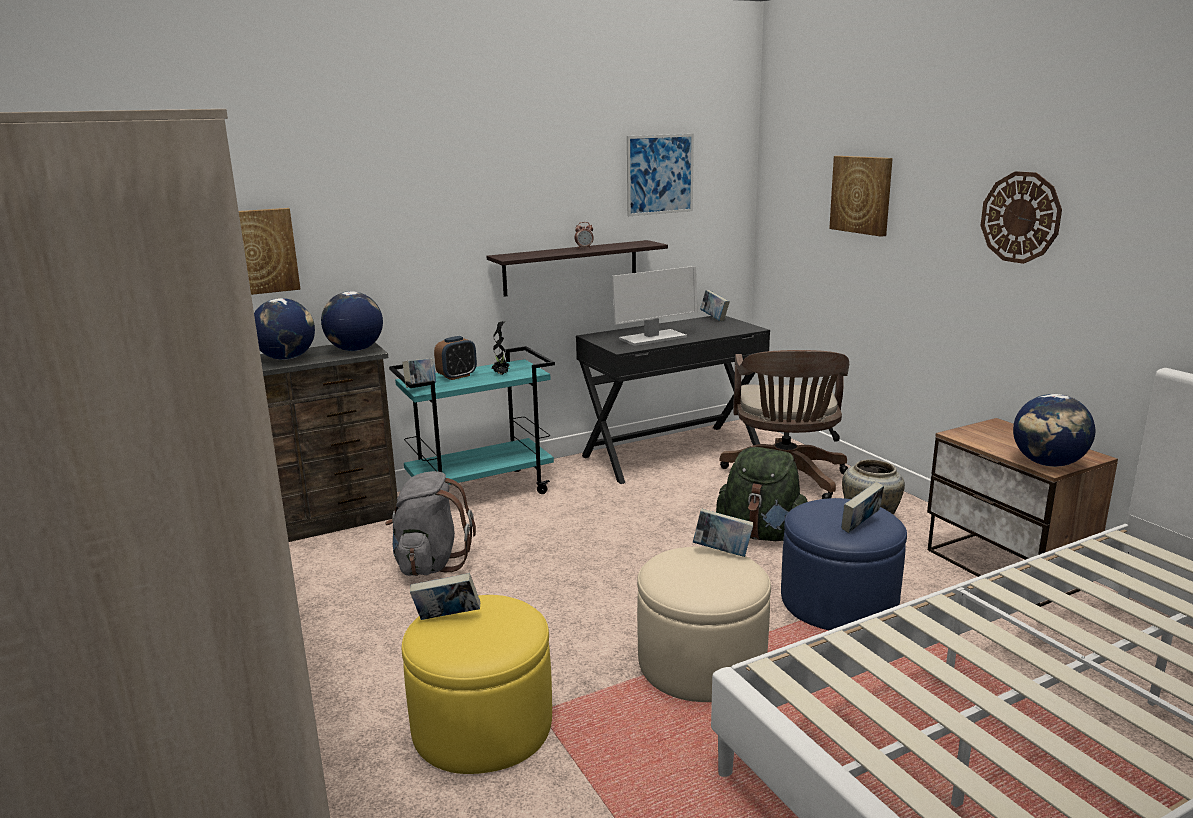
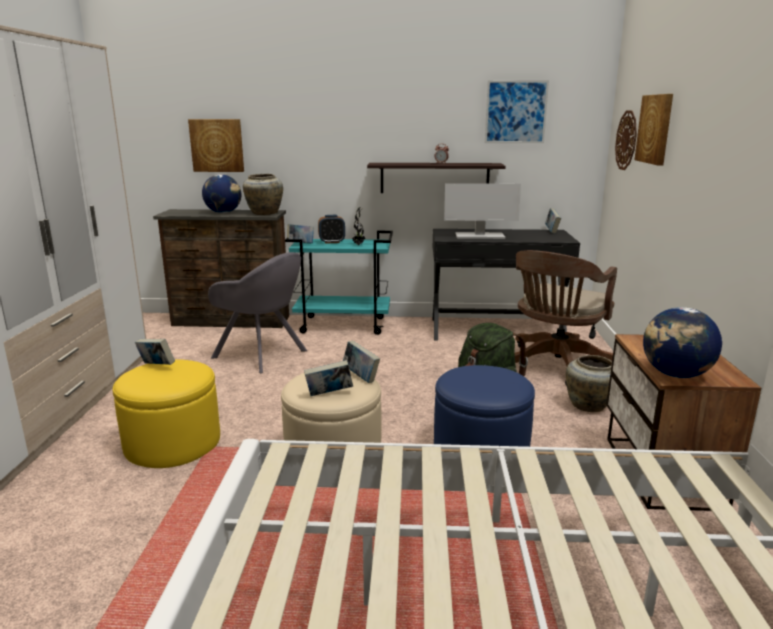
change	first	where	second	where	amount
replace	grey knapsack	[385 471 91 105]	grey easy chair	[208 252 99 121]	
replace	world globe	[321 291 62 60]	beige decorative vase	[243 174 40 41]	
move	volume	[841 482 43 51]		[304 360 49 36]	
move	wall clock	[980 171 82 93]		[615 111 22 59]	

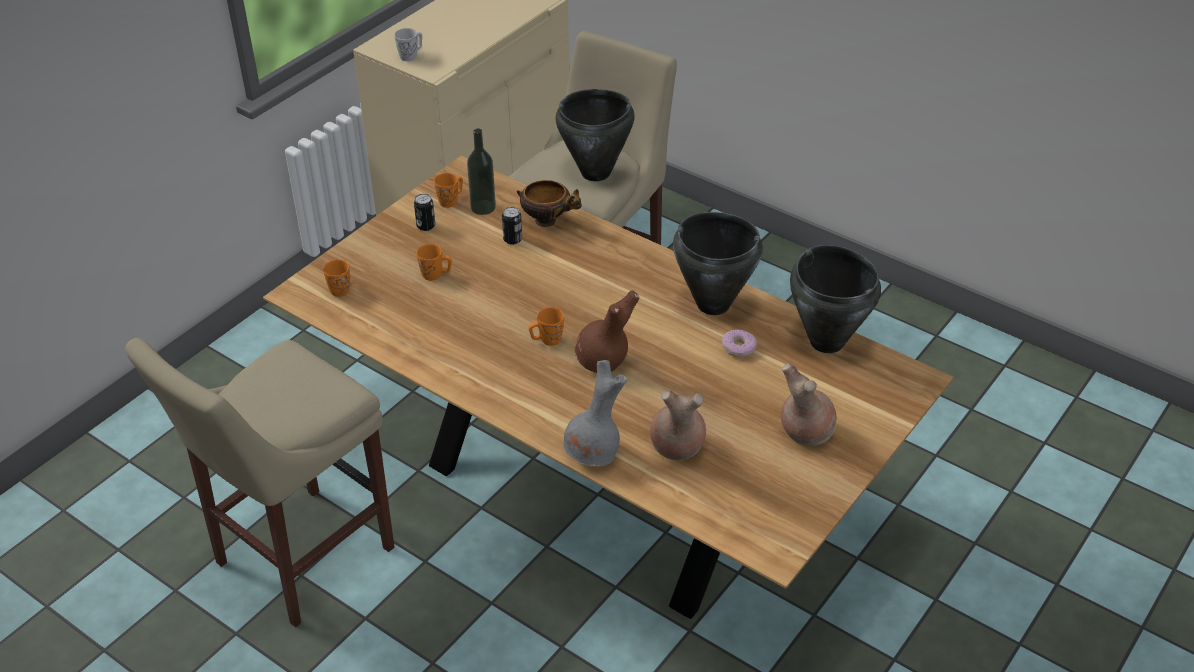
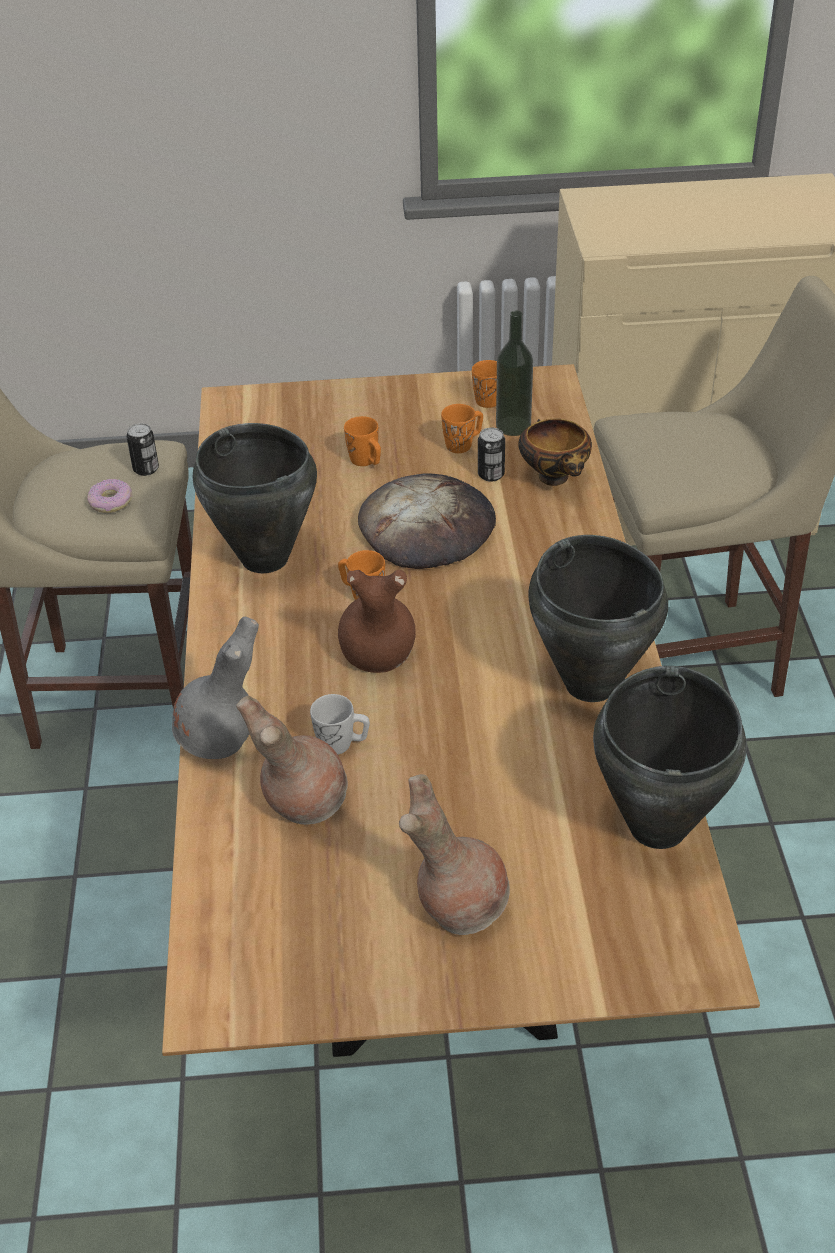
change	first	where	second	where	amount
move	donut	[722 329 35 28]		[87 479 46 34]	
move	can	[414 194 21 37]		[126 423 33 53]	
move	blackish cooking pot	[556 89 79 92]		[193 423 124 150]	
move	white coffee mug	[394 28 28 33]		[310 694 60 60]	
insert			bakery bread	[358 473 138 96]	
move	orange coffee mug	[323 260 27 37]		[441 404 42 49]	

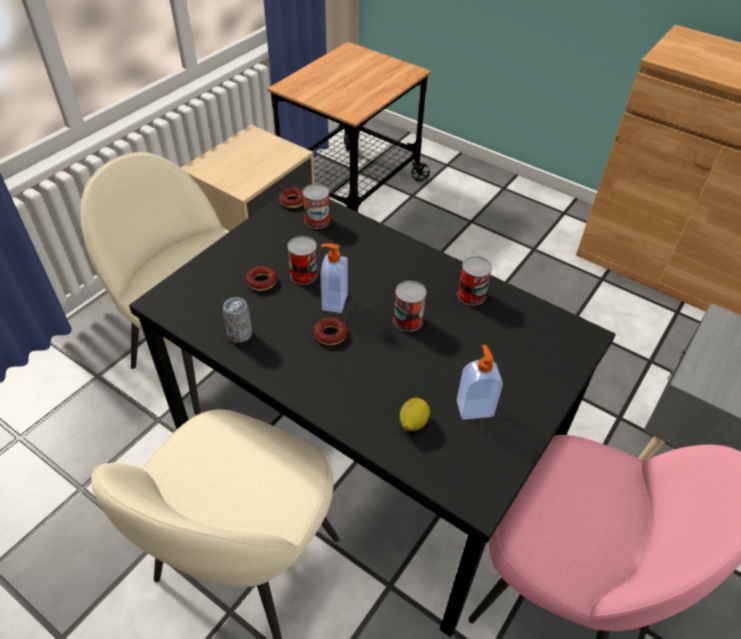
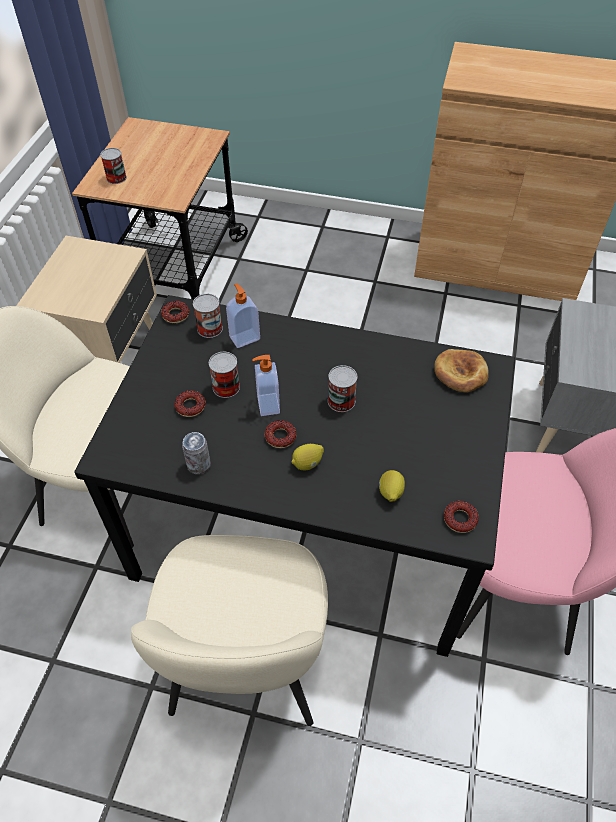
change	first	where	second	where	amount
move	can	[457 256 35 50]		[100 148 27 36]	
move	soap dispenser	[457 345 46 75]		[226 283 34 65]	
insert			lemon	[291 444 33 26]	
insert			bakery bread	[434 349 55 44]	
insert			donut	[444 501 35 32]	

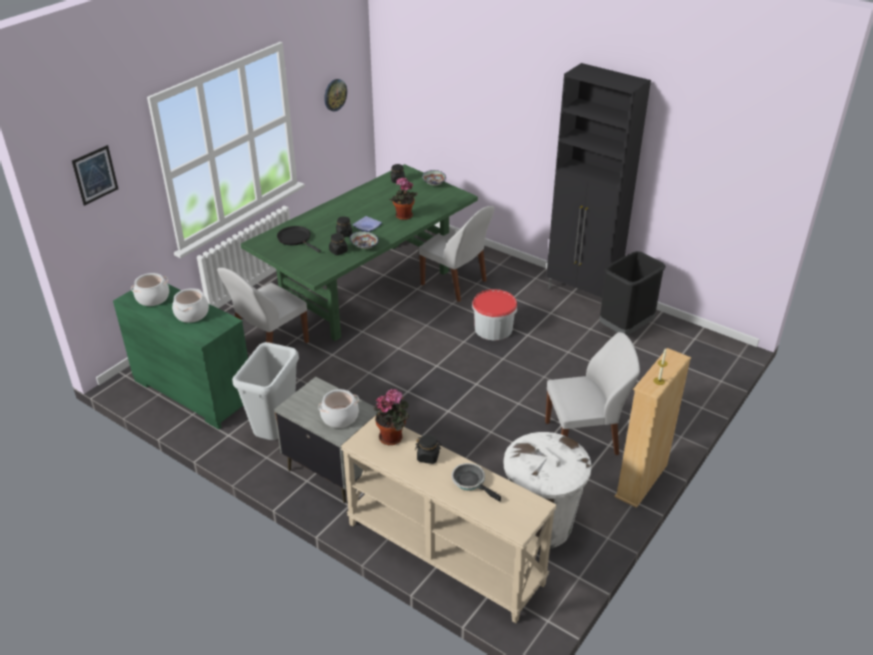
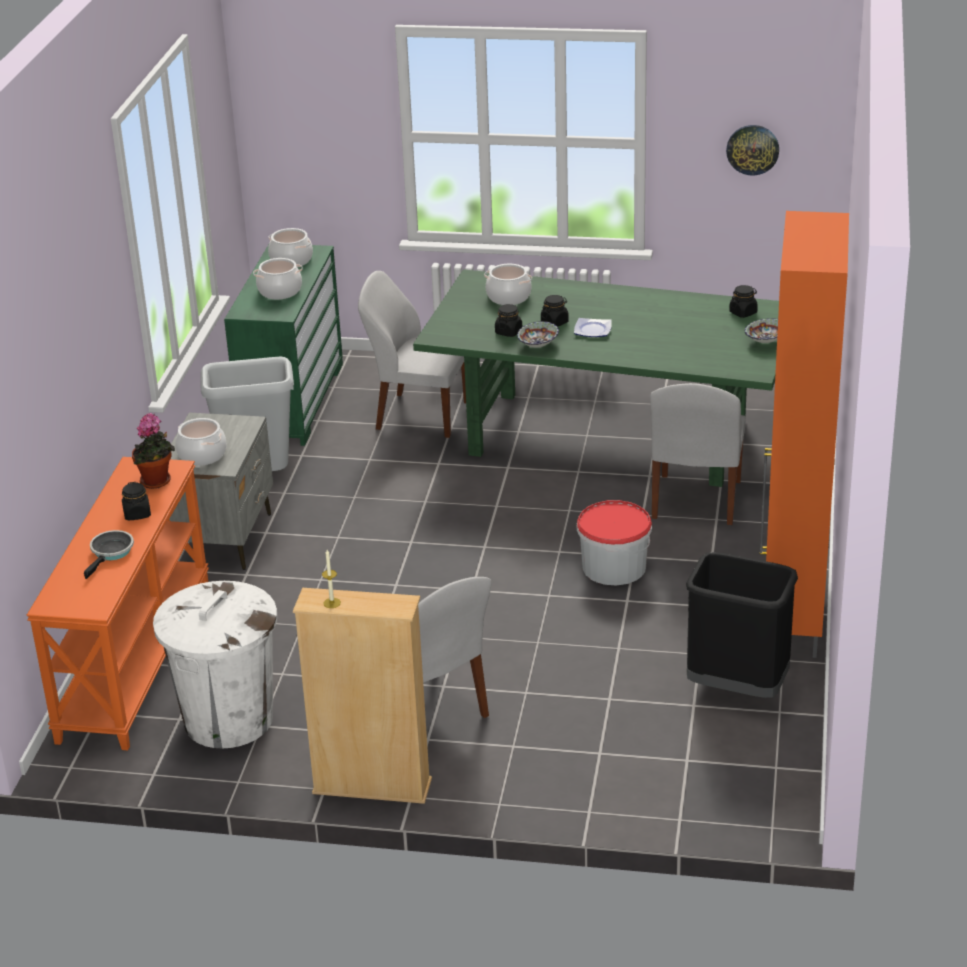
change	first	where	second	where	amount
recolor	beige hall table	[341 415 216 208]	orange hall table	[26 457 183 293]	
replace	blackish frying pan	[277 226 44 27]	cooking pot	[484 264 48 41]	
recolor	blackish cupboard	[546 63 105 235]	orange cupboard	[760 211 89 447]	
delete	wall art	[72 145 46 61]			
delete	plant in a pot	[389 177 29 43]			

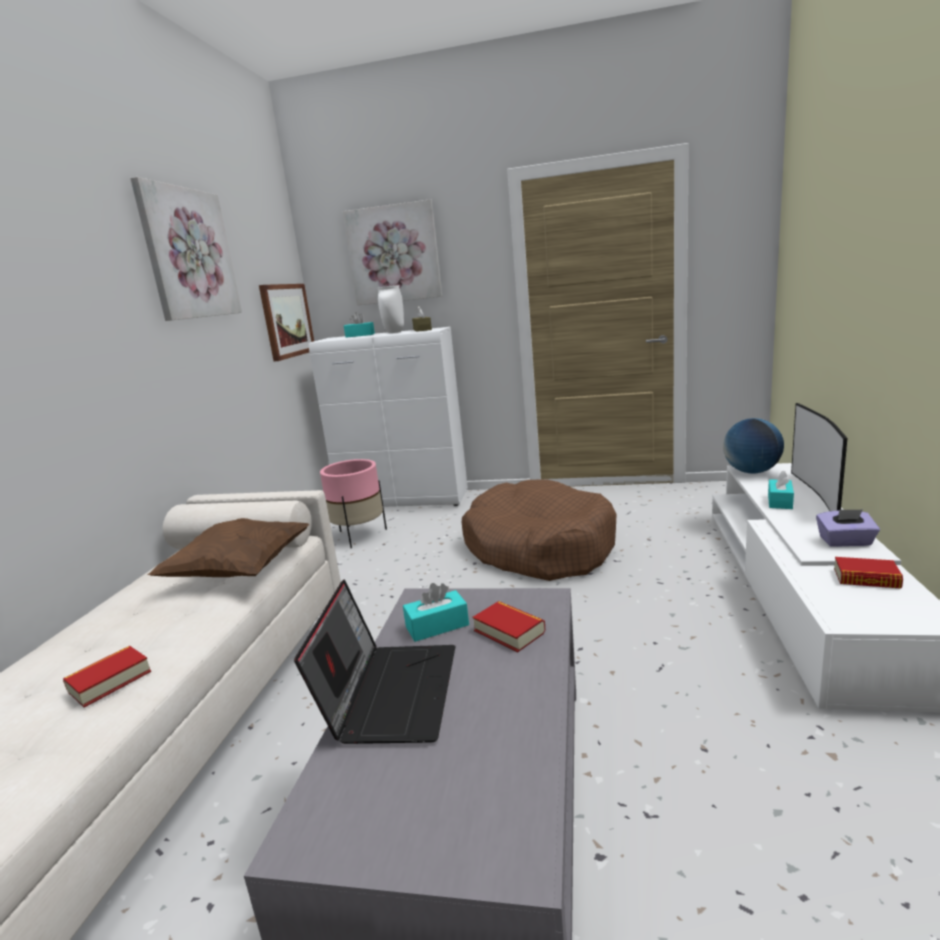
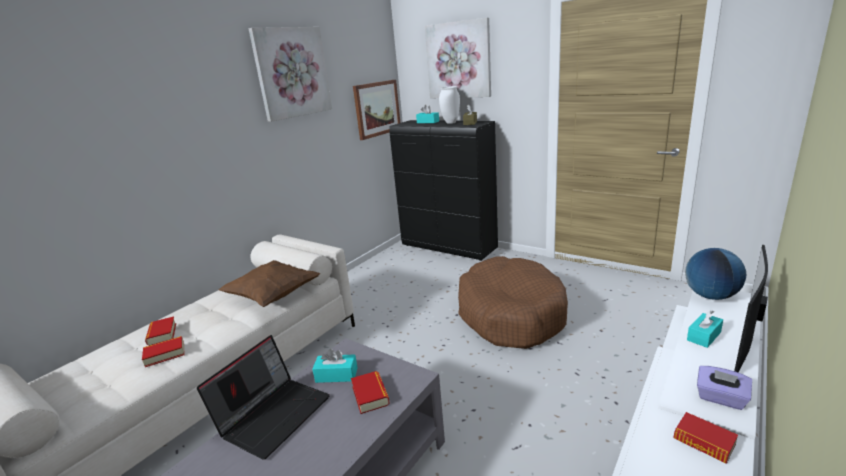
change	first	where	second	where	amount
insert			volume	[145 317 31 29]	
recolor	white cupboard	[309 327 159 180]	blackish cupboard	[389 120 109 141]	
delete	pinkish planter	[320 459 67 89]			

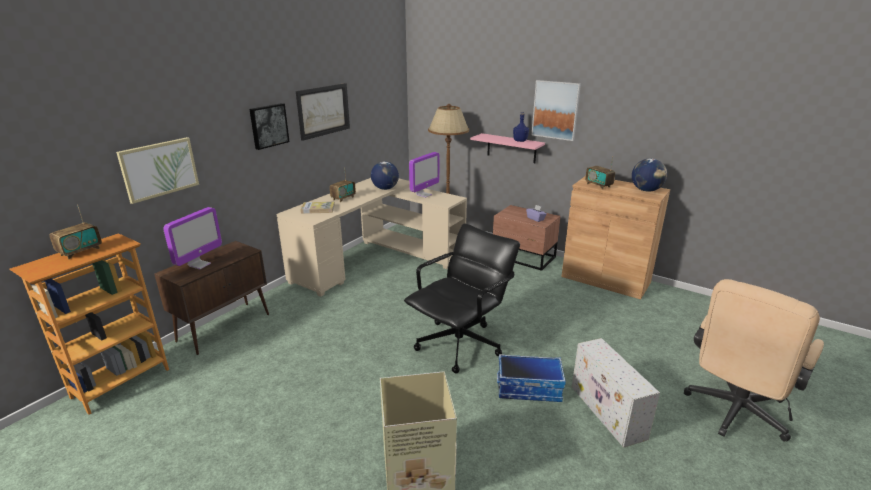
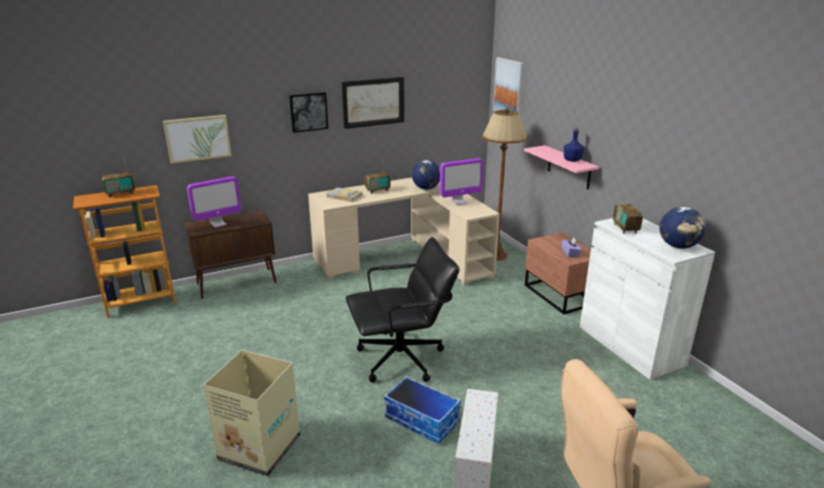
change	first	where	second	where	amount
move	wall art	[531 80 50 61]		[493 57 31 57]	
recolor	brown cupboard	[562 176 108 123]	white cupboard	[580 218 135 162]	

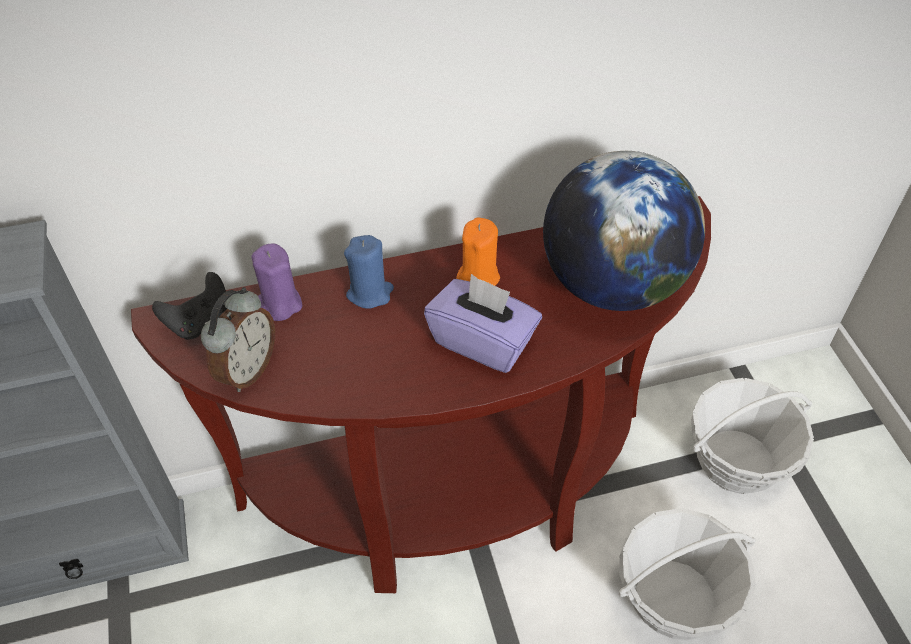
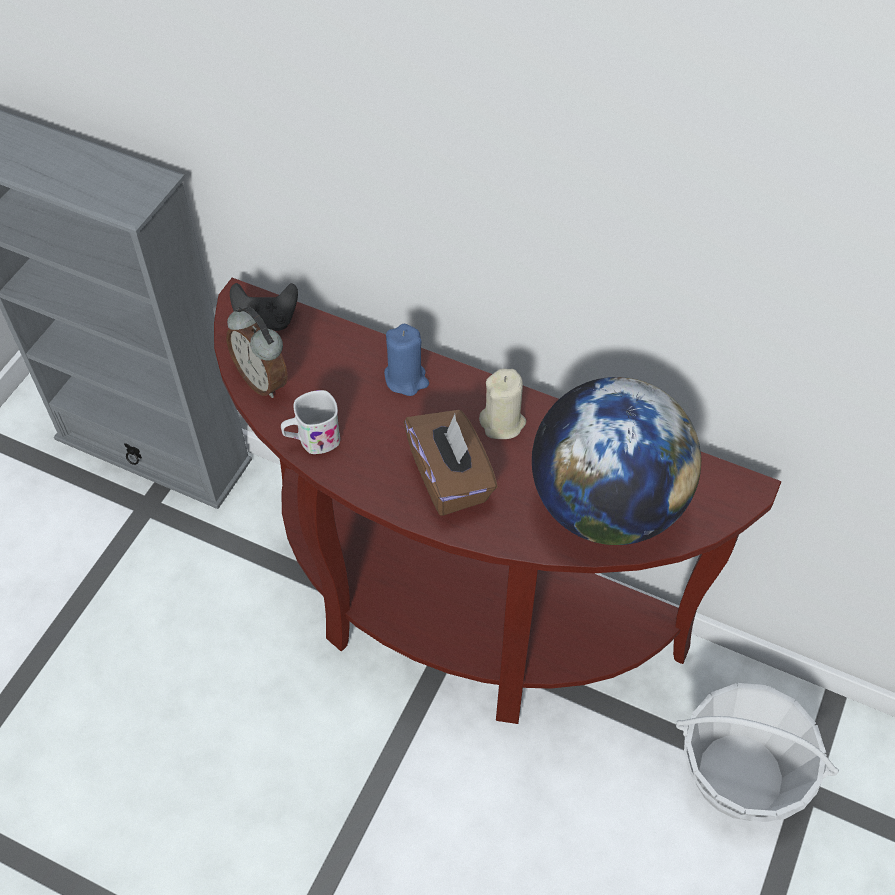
change	first	where	second	where	amount
rotate	alarm clock	[201 287 74 105]		[226 307 62 91]	75 degrees clockwise
insert			white coffee mug	[281 390 59 64]	
recolor	purple-coloured tissue holder	[424 274 118 99]	brown tissue holder	[404 410 94 106]	
recolor	orange candle	[456 217 44 69]	beige candle	[479 369 47 70]	
delete	purple-coloured candle	[251 243 51 78]			
delete	storage basket	[619 508 137 132]			

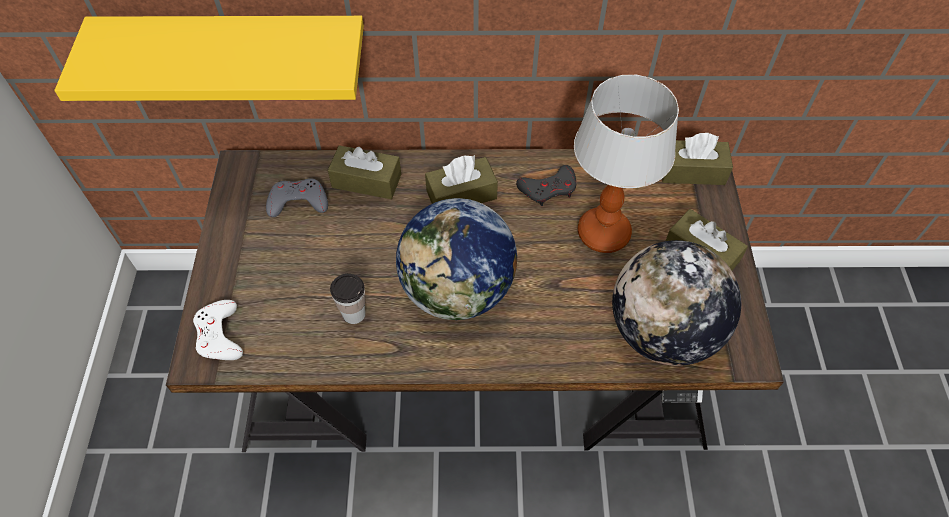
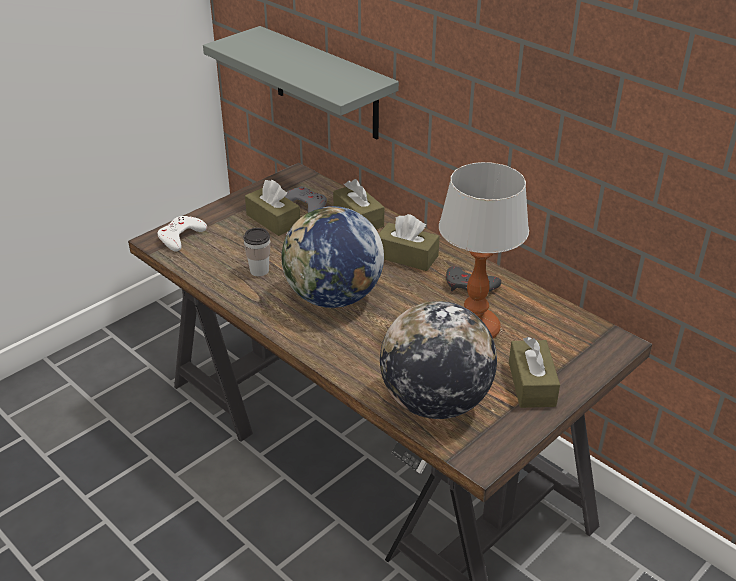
change	first	where	second	where	amount
recolor	yellow shelf	[55 16 309 85]	grey shelf	[203 26 196 113]	
move	brown tissue holder	[662 133 71 52]		[245 179 55 57]	

